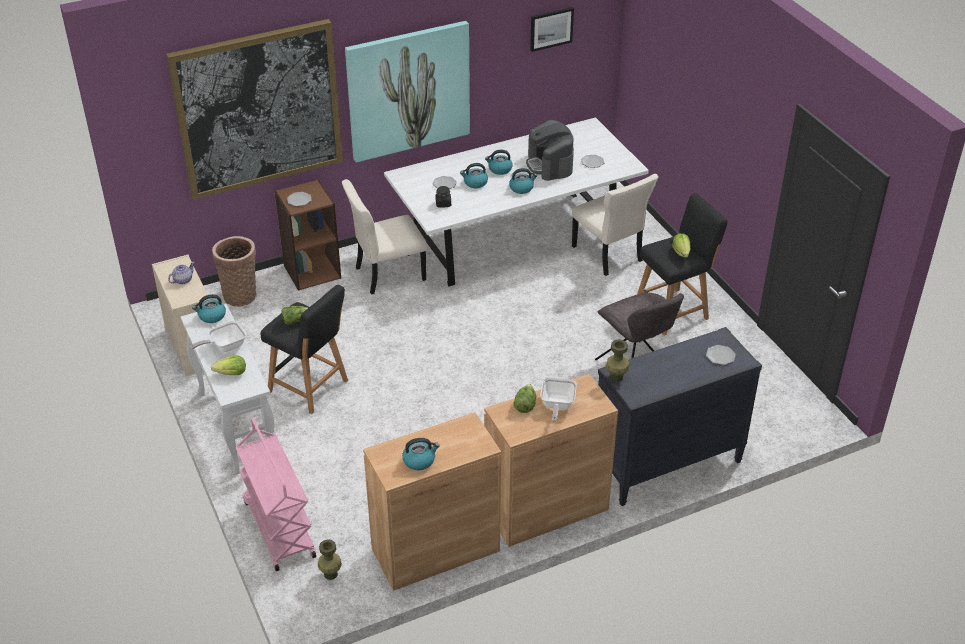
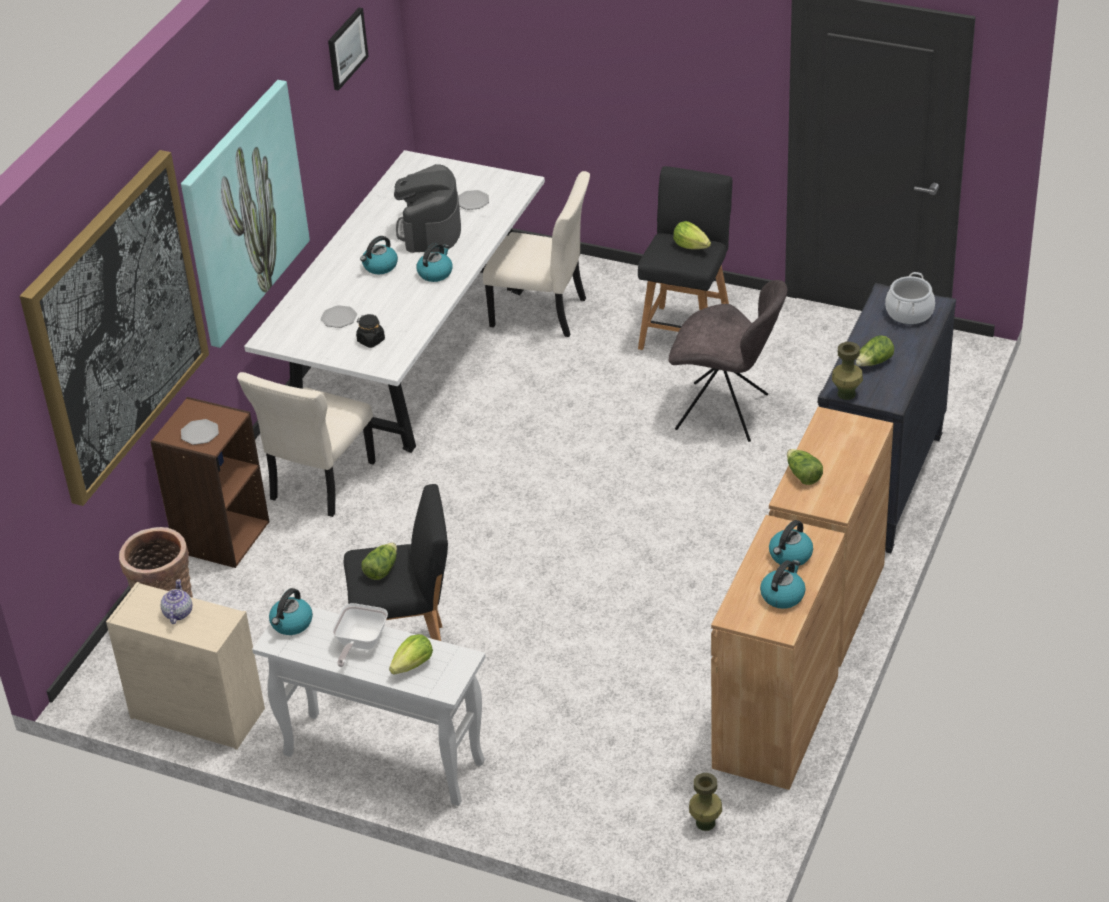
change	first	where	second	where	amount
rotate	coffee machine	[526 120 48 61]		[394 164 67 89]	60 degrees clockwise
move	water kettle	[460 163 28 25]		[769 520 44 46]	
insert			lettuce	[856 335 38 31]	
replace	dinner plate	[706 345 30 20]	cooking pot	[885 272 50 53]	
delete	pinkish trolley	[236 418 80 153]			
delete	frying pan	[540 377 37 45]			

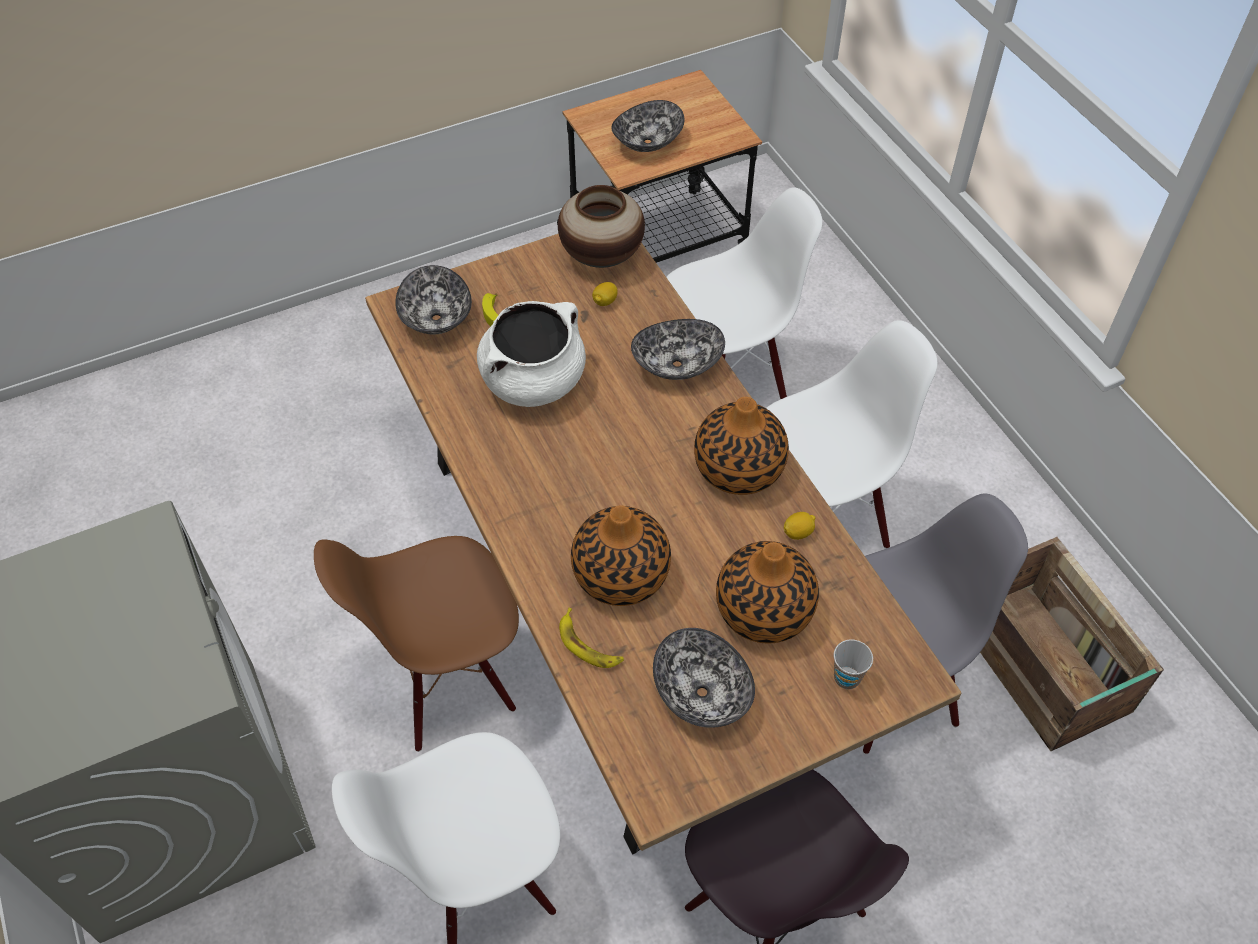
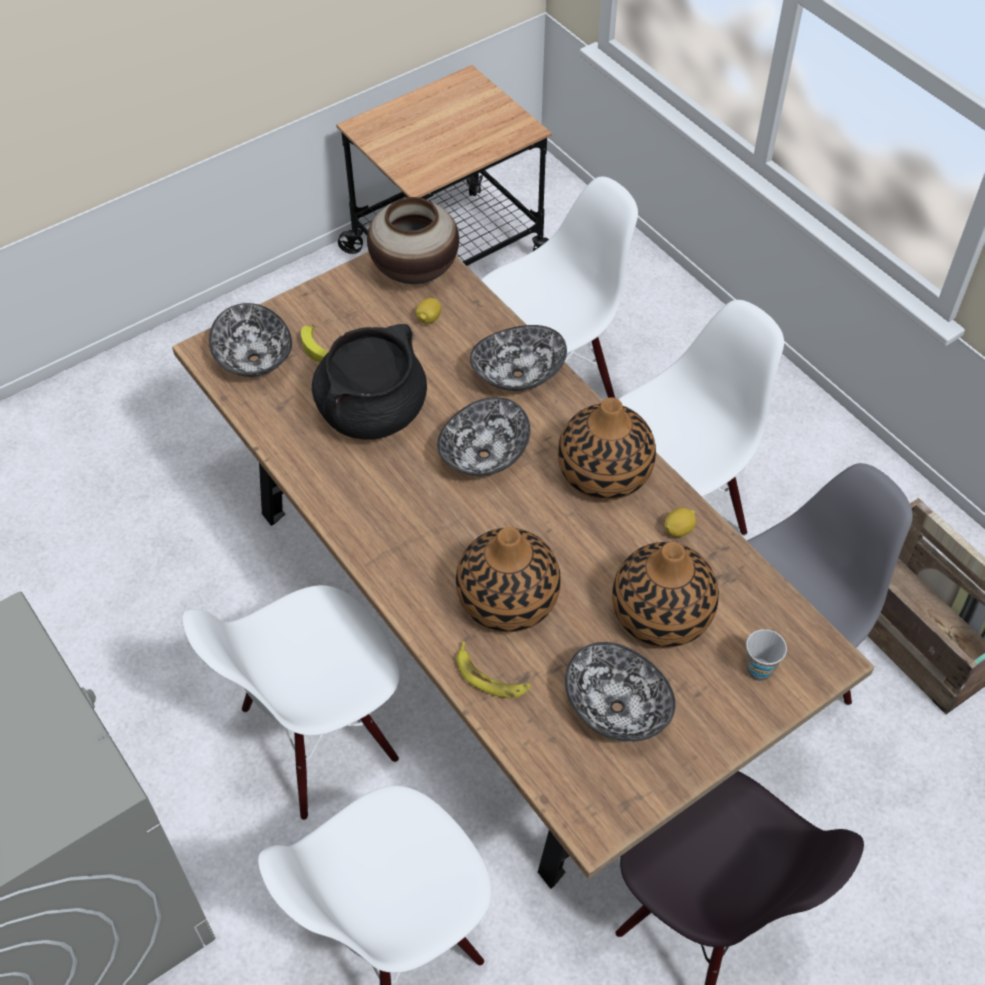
change	first	where	second	where	amount
recolor	brown upright chair	[314 536 205 216]	white upright chair	[182 585 218 235]	
recolor	white cooking pot	[477 301 109 106]	blackish cooking pot	[312 324 115 116]	
move	bowl	[611 100 74 52]		[437 397 93 79]	

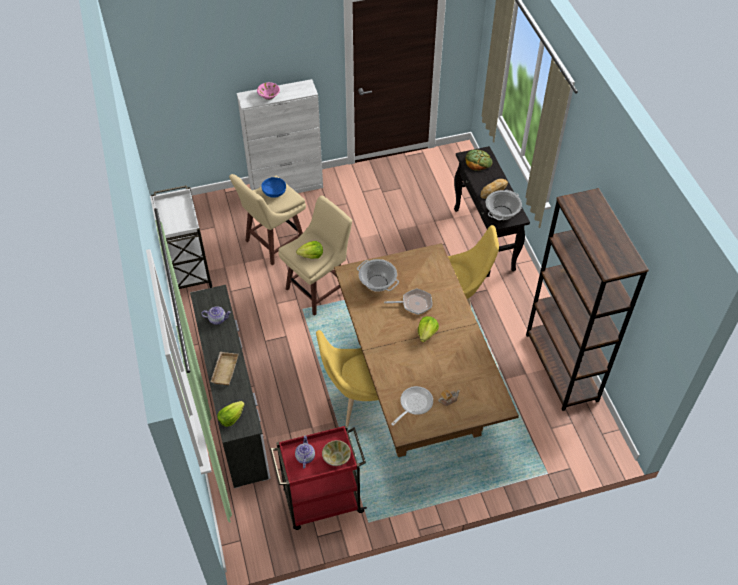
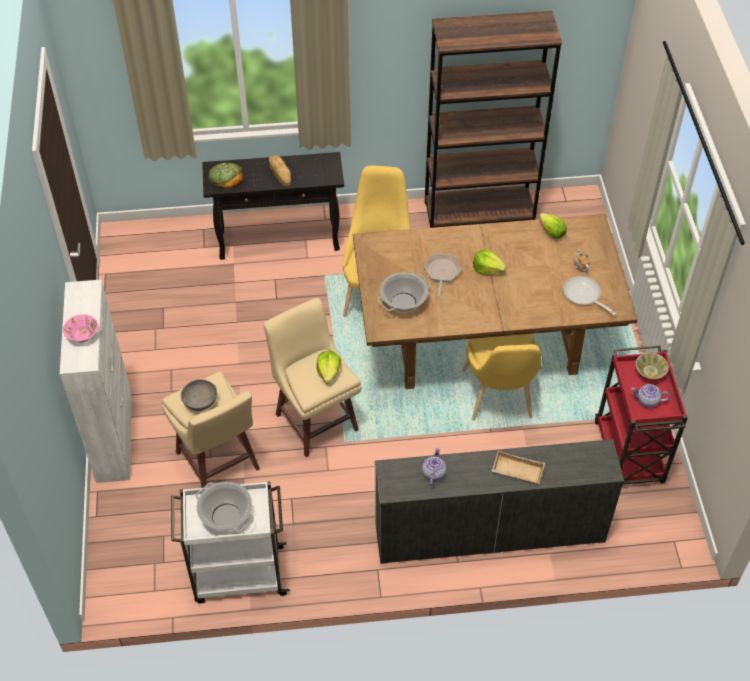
change	first	where	second	where	amount
recolor	bluish bowl	[261 177 25 21]	grey bowl	[181 379 36 32]	
move	cooking pot	[486 190 36 30]		[196 482 58 50]	
move	lettuce	[217 401 28 26]		[539 213 28 26]	

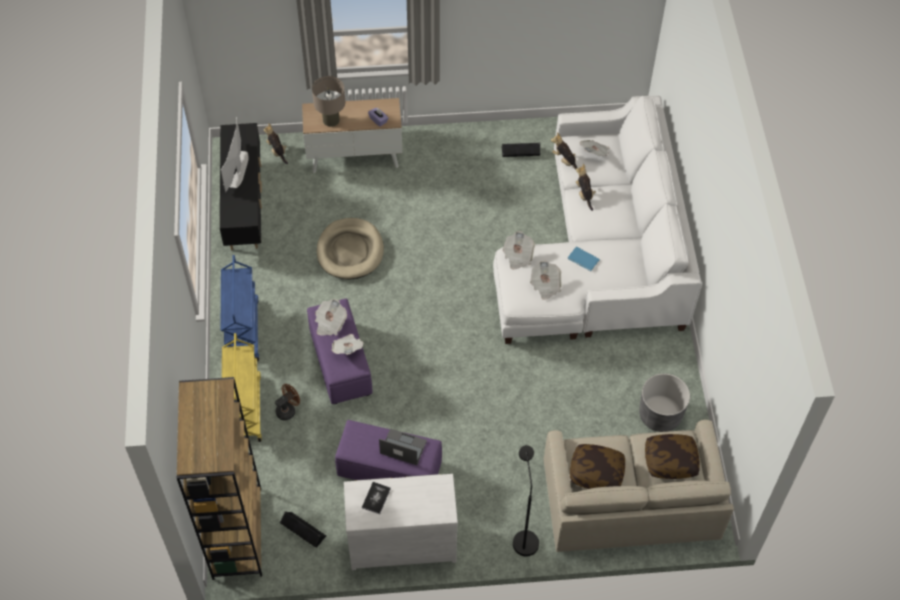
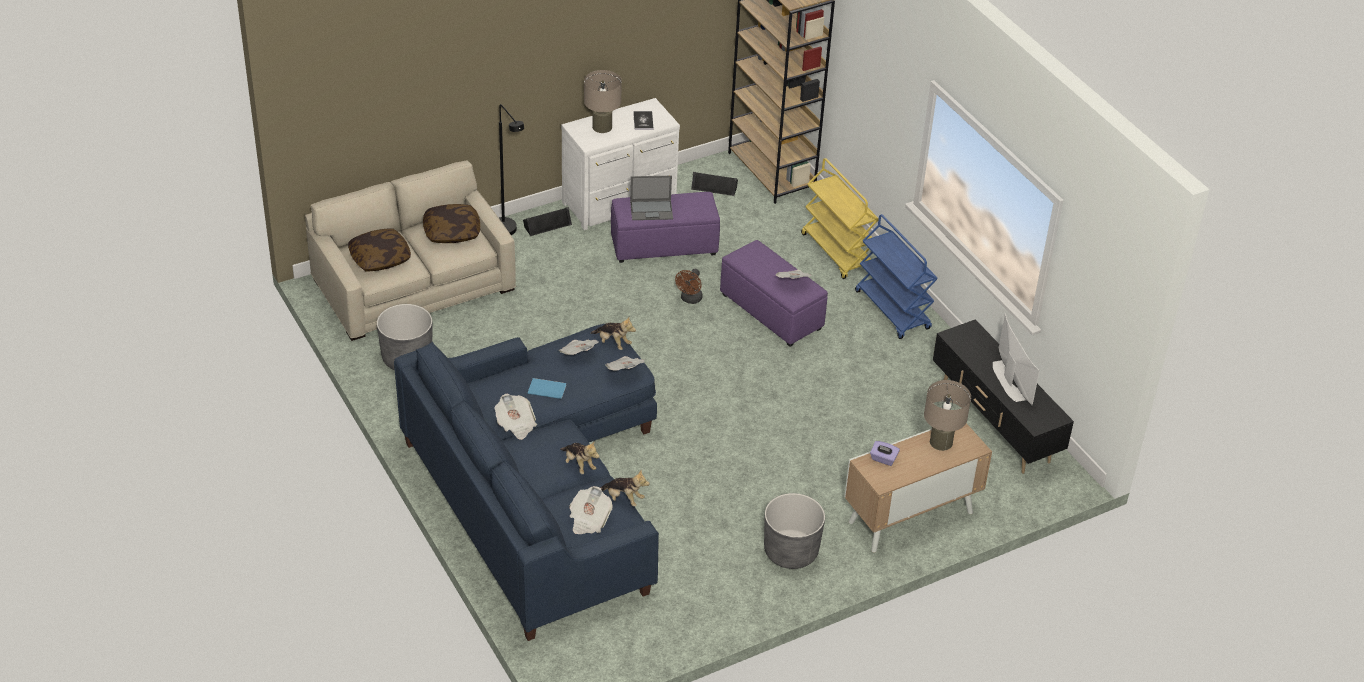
change	first	where	second	where	amount
recolor	white settee	[493 95 209 249]	bluish settee	[394 324 265 317]	
move	printed paper	[332 334 32 21]		[494 394 43 46]	
move	blackish audio speaker	[502 143 38 14]		[523 207 49 29]	
insert			beige tabletop lamp	[584 70 38 63]	
move	soft toy	[264 123 24 41]		[591 317 45 33]	
move	brown cooling fan	[275 384 25 37]		[675 269 28 35]	
insert			grey planter	[764 493 61 76]	
delete	beige dog bed	[317 218 67 61]			

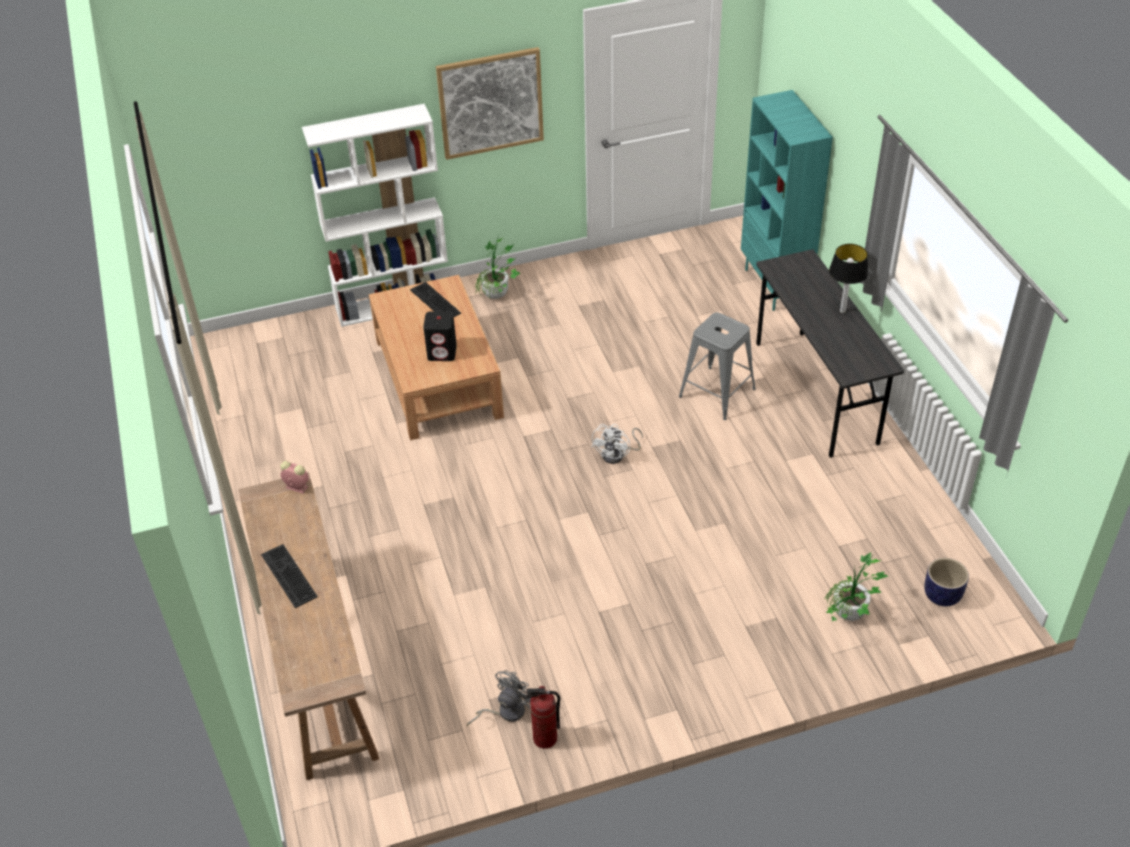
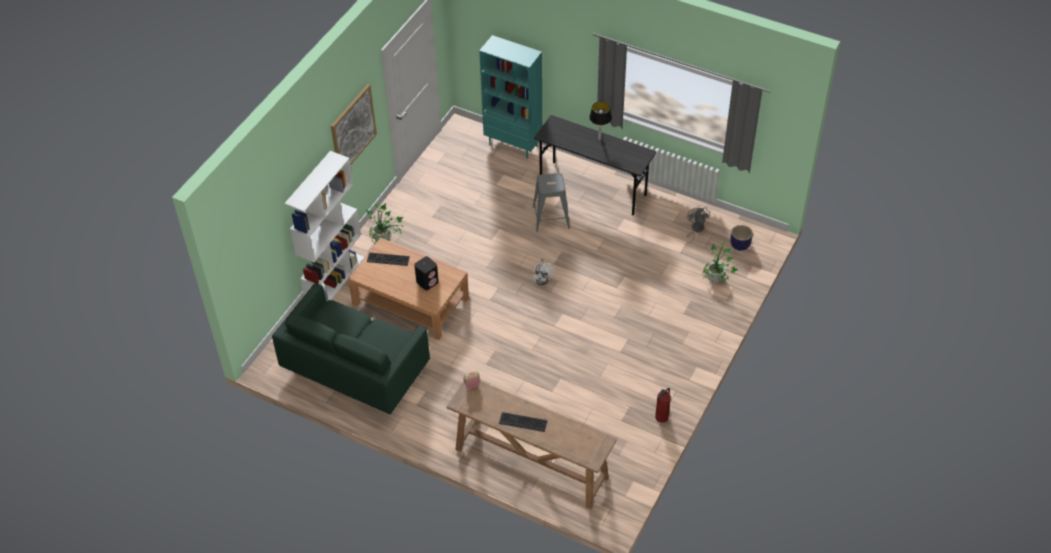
change	first	where	second	where	amount
insert			greenish settee	[272 283 158 131]	
move	grey cooling fan	[467 670 64 56]		[687 206 23 37]	

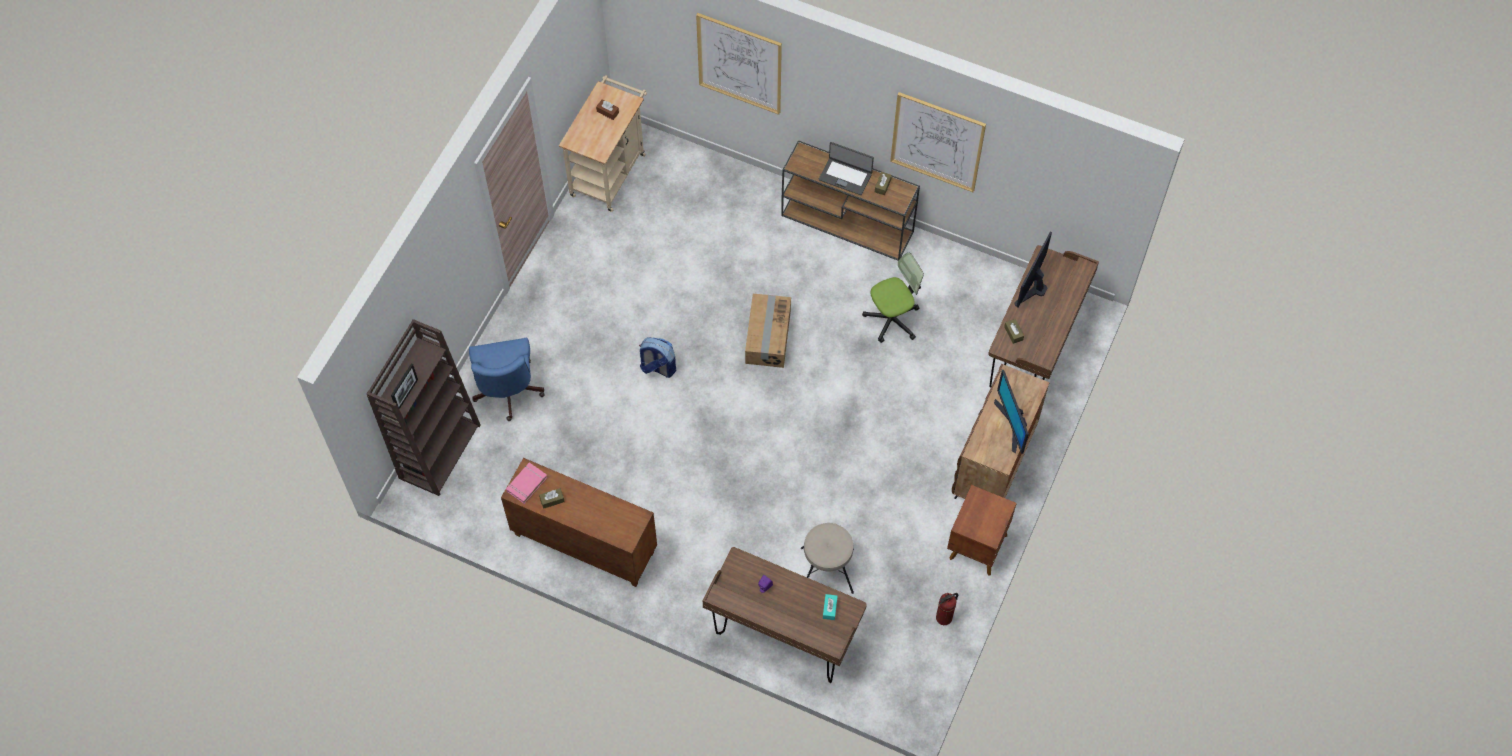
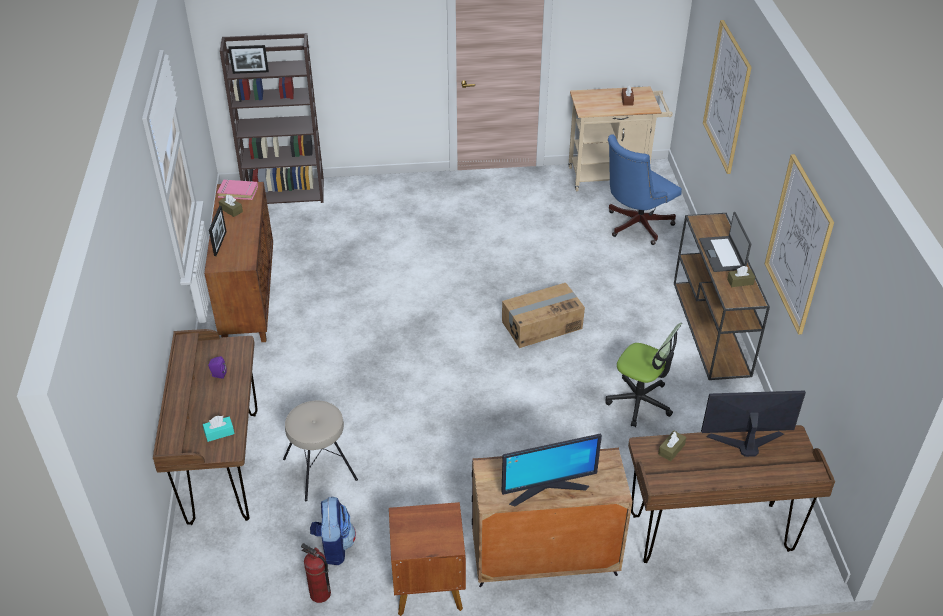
change	first	where	second	where	amount
insert			standing frame	[209 206 18 50]	
move	knapsack	[639 337 37 41]		[310 497 46 68]	
rotate	computer display	[994 370 35 84]		[501 434 101 72]	150 degrees counterclockwise
move	bluish desk chair	[469 337 76 84]		[608 134 74 111]	

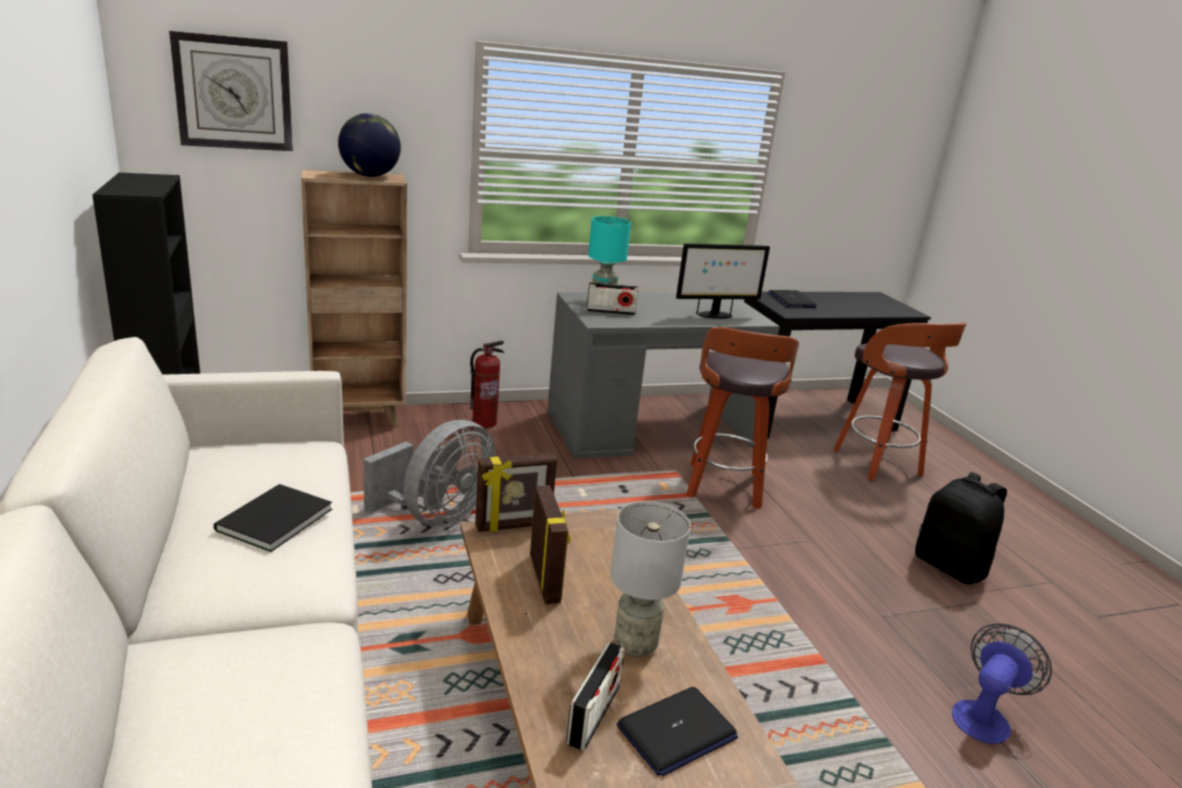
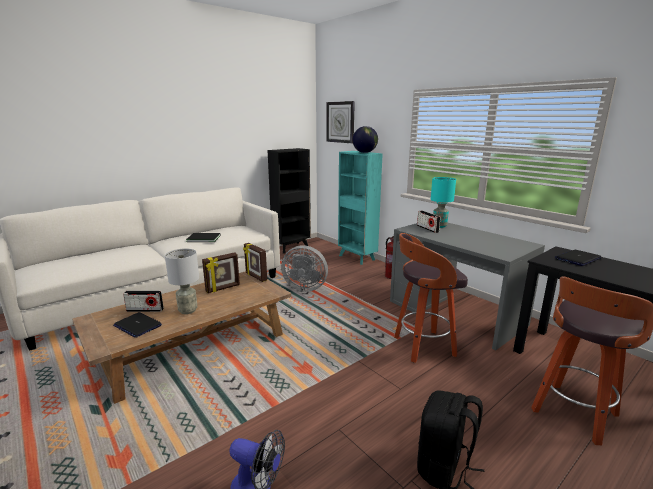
change	first	where	second	where	amount
recolor	brown shelving unit	[301 170 106 258]	blue-green shelving unit	[338 151 45 114]	
delete	computer display	[676 243 94 76]			

